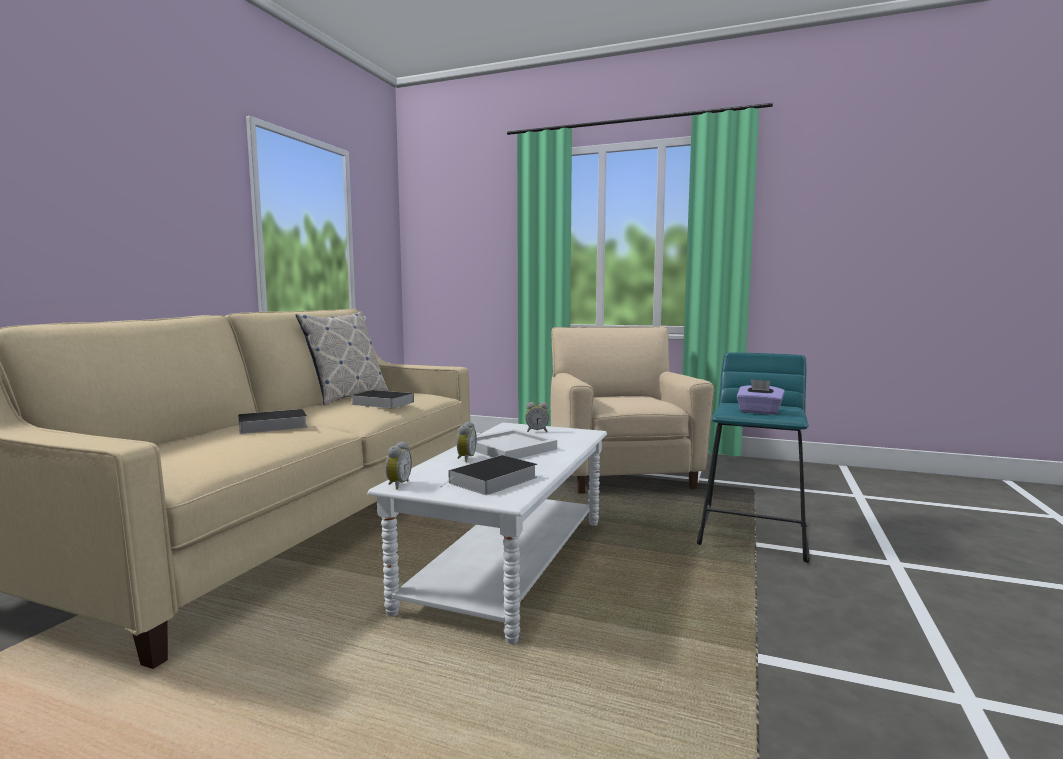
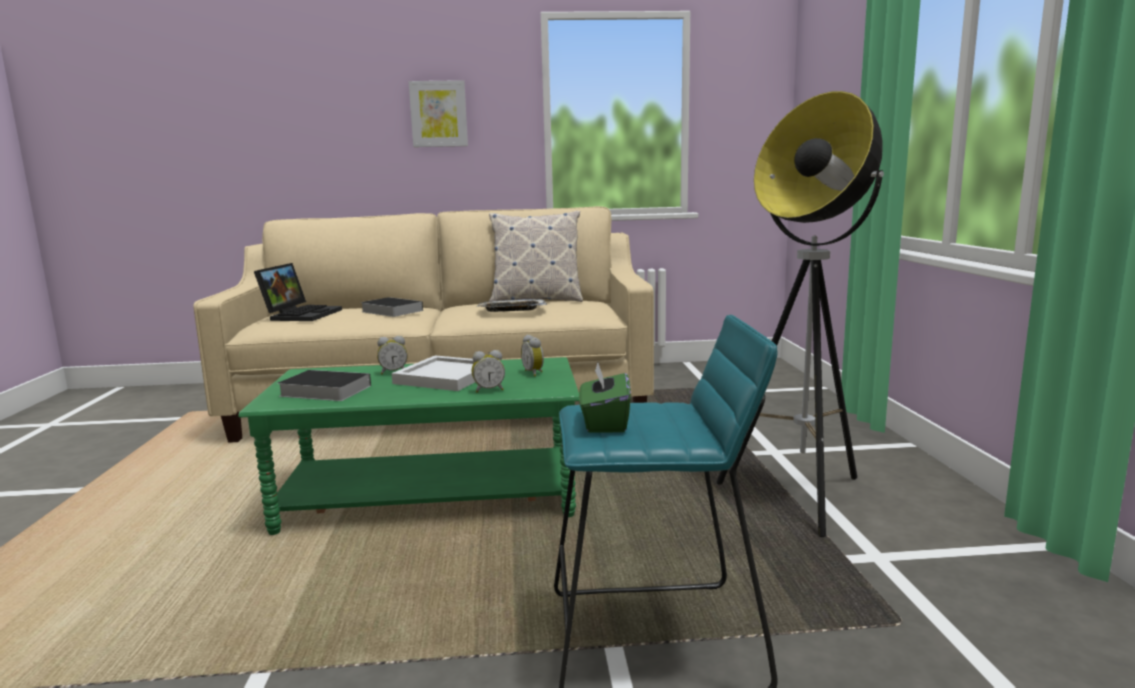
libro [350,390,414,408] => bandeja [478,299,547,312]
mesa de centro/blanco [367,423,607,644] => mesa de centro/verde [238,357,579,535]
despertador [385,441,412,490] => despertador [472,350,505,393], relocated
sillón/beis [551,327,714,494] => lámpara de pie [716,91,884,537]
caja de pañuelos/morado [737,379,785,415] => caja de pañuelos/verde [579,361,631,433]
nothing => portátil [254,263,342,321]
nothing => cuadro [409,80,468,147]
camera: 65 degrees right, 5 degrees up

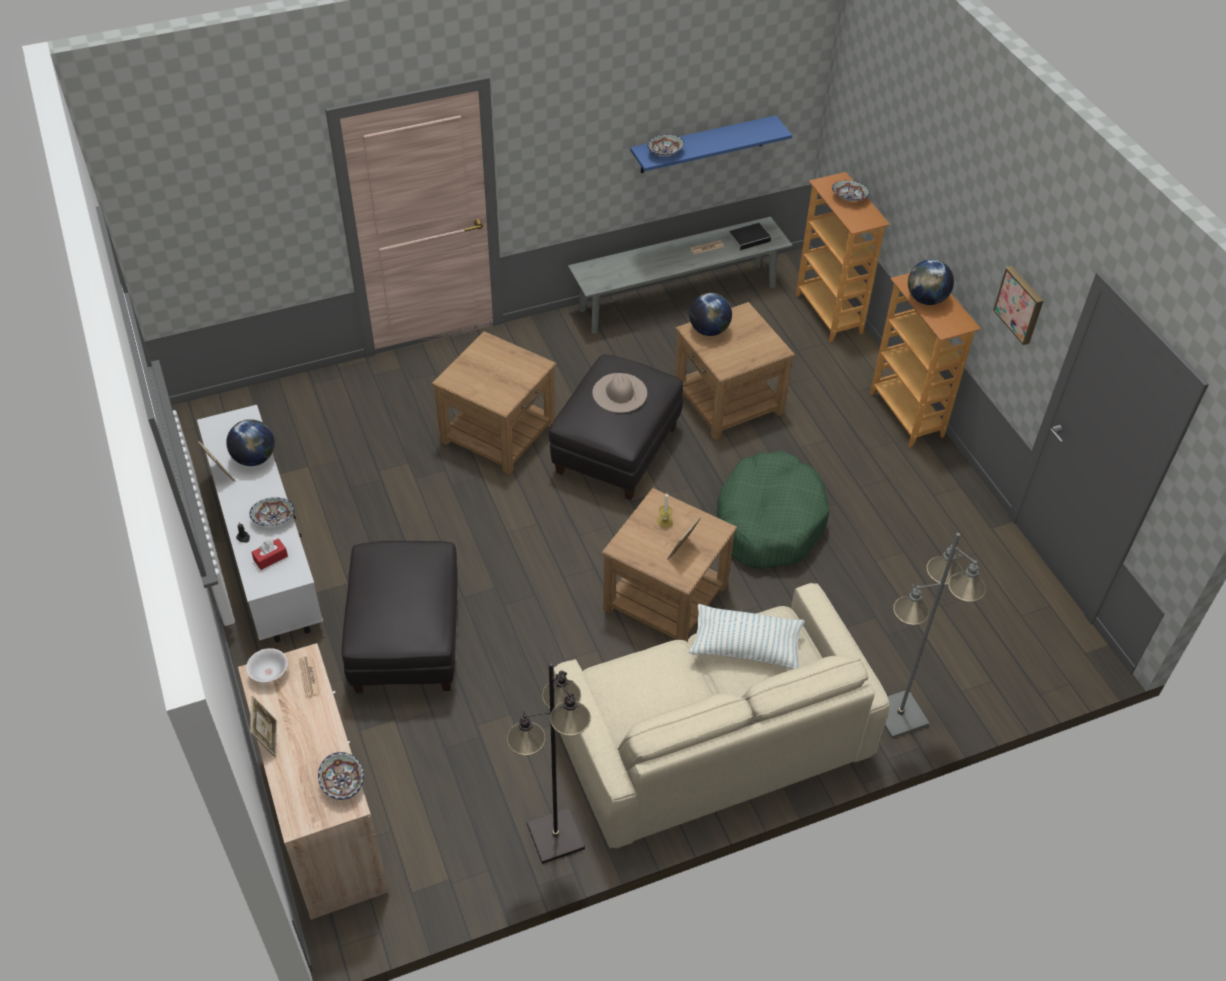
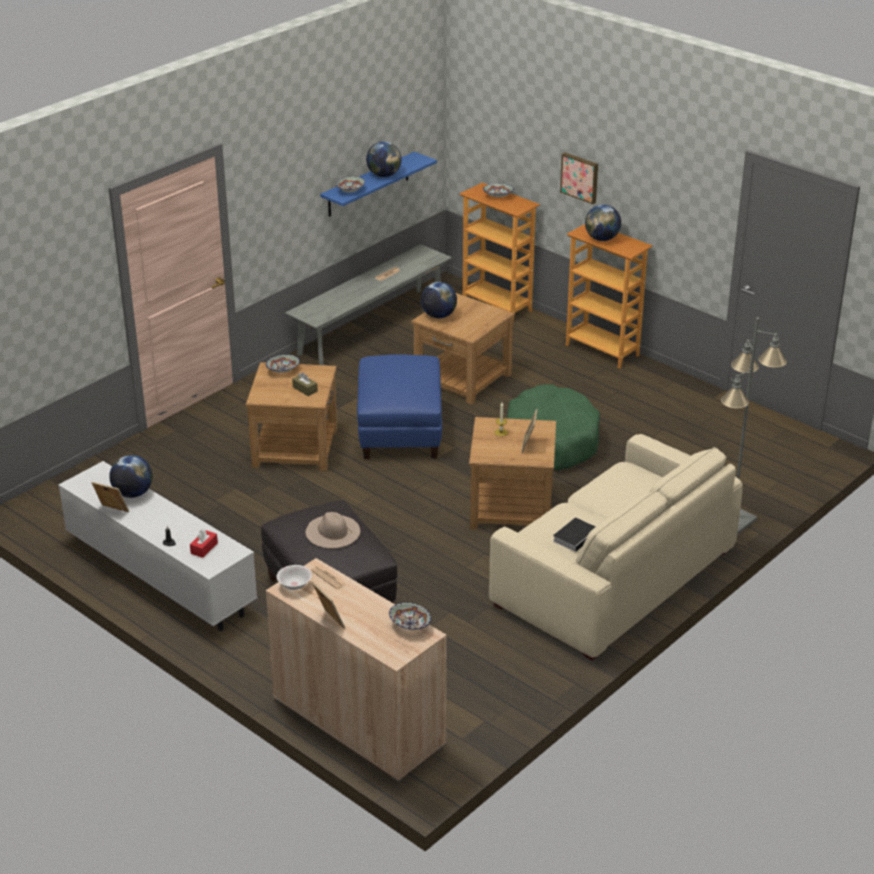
cuenco [249,498,294,526] => cuenco [266,354,300,373], relocated
lámpara de pie/negro [507,663,591,864] => nothing
puf/negro [549,354,683,500] => puf/azul [357,355,442,459]
sombrero/beis [592,373,647,413] => sombrero/beis [306,512,360,548], relocated
cojín [689,604,805,669] => nothing
libro [729,223,775,250] => libro [553,518,596,552], relocated
cuadro [993,266,1043,345] => cuadro [560,153,598,204], relocated
nothing => caja de pañuelos/marrón [292,372,318,396]
nothing => globo terráqueo [366,141,401,177]
camera: 25 degrees left, 15 degrees down

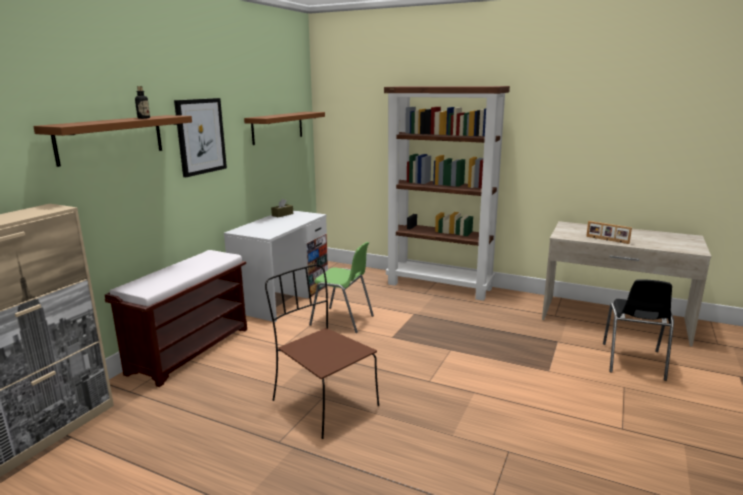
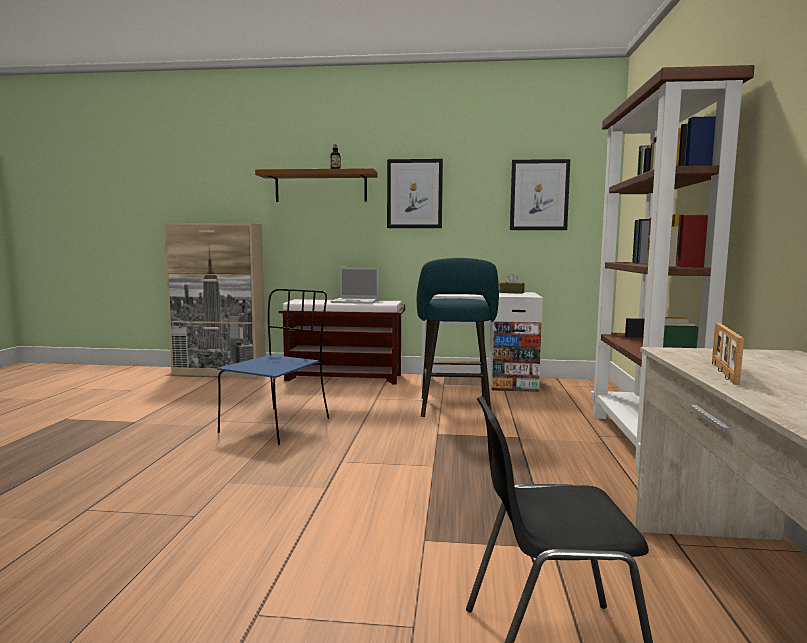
estante/marrón [244,112,325,145] => cuadro [510,159,570,230]
silla/marrón [265,264,379,439] => silla/azul [217,289,329,445]
silla/verde [309,242,374,333] => taburete/turquesa [417,258,499,417]
nothing => portátil [330,267,380,304]
camera: 70 degrees right, 10 degrees down

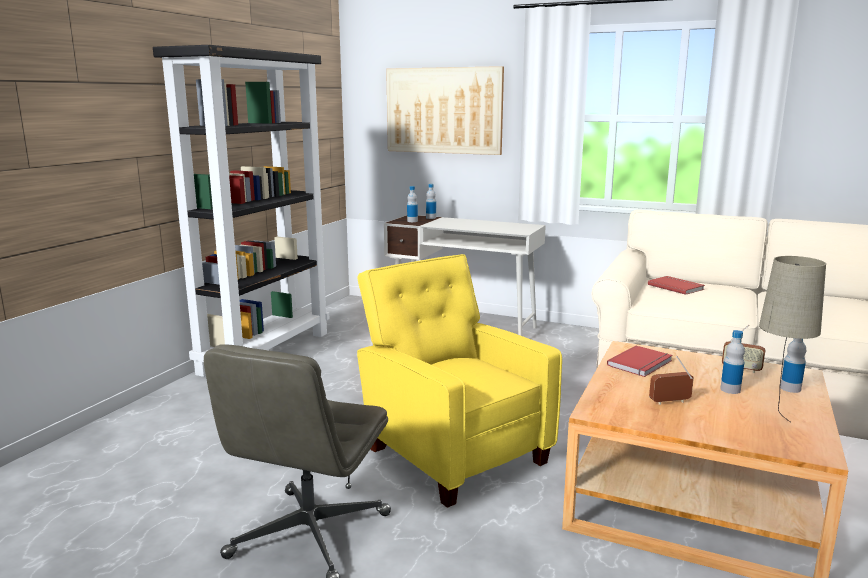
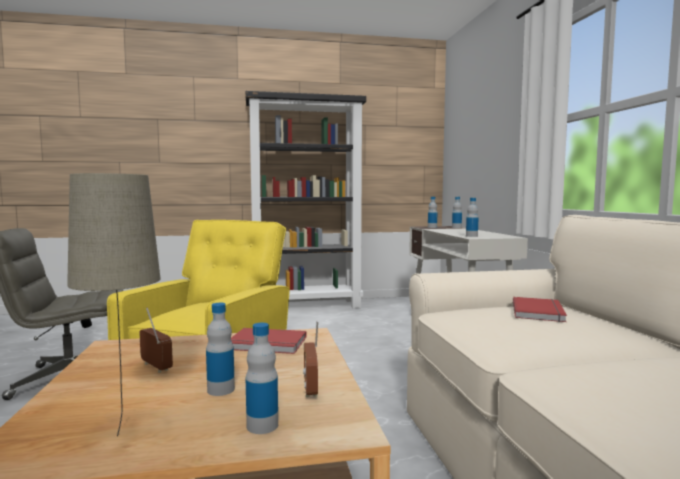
cuadro [386,66,504,155] => nothing
nothing => botella [466,198,479,237]
camera: 55 degrees right, 10 degrees down

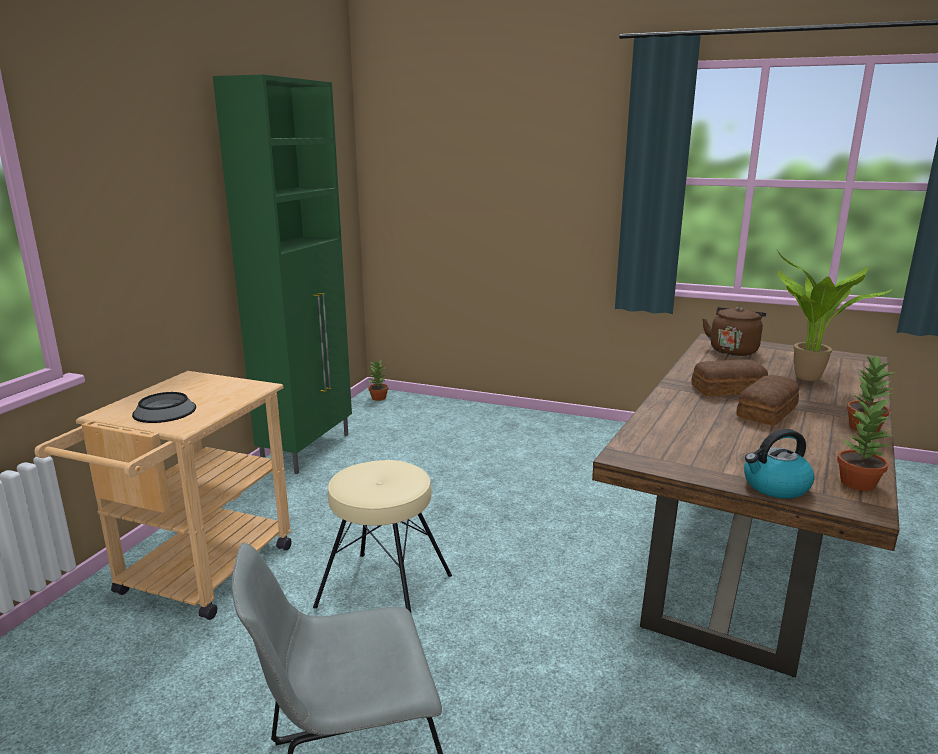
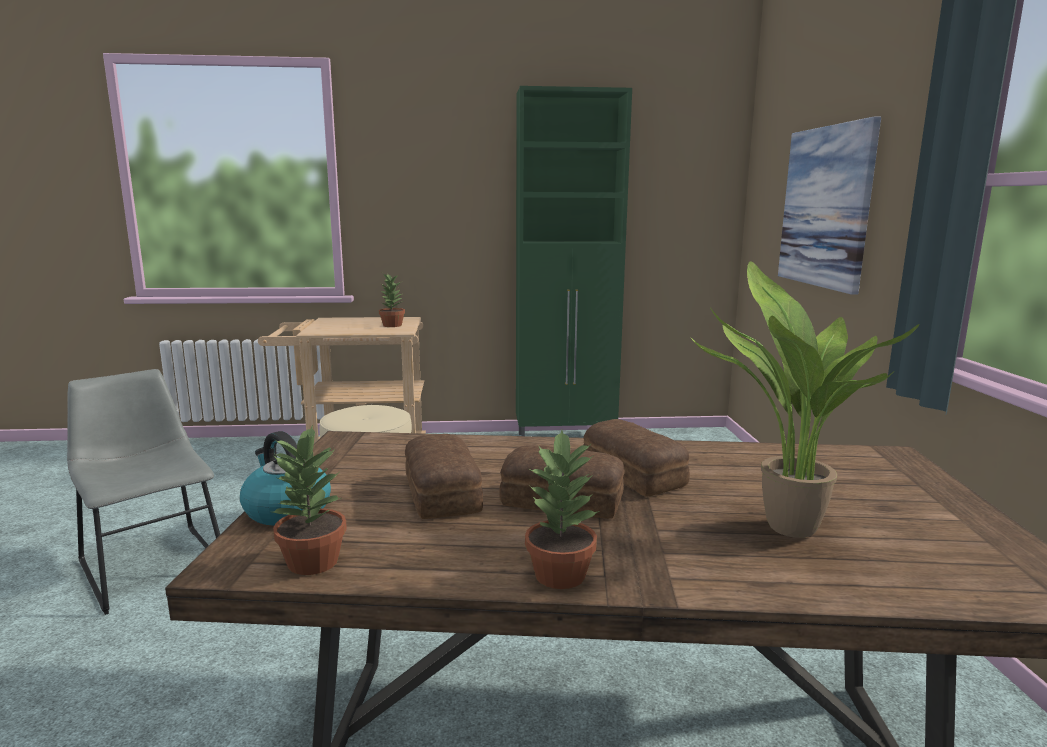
cuenco [132,392,196,423] => nothing
planta en maceta [369,360,388,401] => planta en maceta [379,273,405,327], relocated
hervidor/marrón [702,307,766,356] => nothing
nothing => pan [405,434,483,519]
nothing => cuadro [778,116,881,295]
camera: 65 degrees right, 5 degrees down

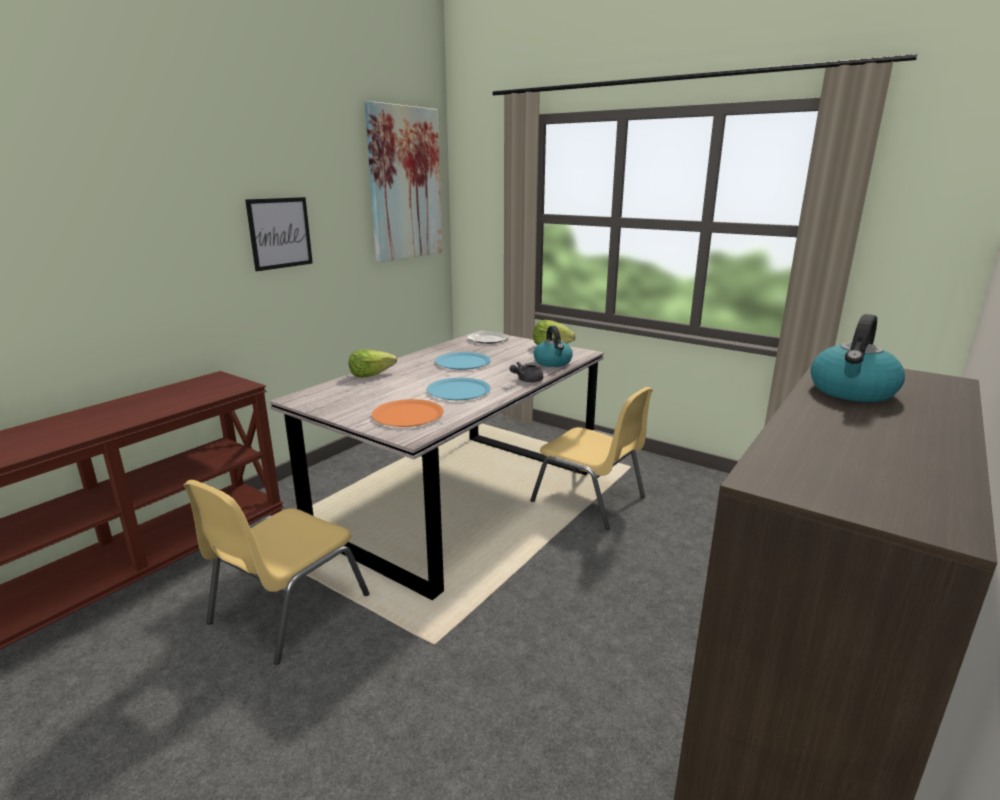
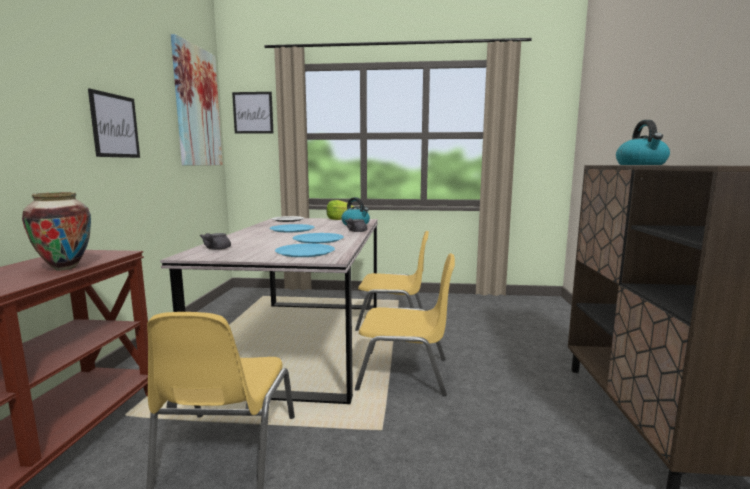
lechuga [349,350,397,378] => nothing
plato/naranja [372,399,443,427] => plato/azul [275,244,335,257]
nothing => florero [22,192,91,271]
nothing => tetera/gris [200,233,231,250]
nothing => cuadro [232,92,273,134]
nothing => silla/amarillo [355,253,455,396]
camera: 30 degrees left, 10 degrees down

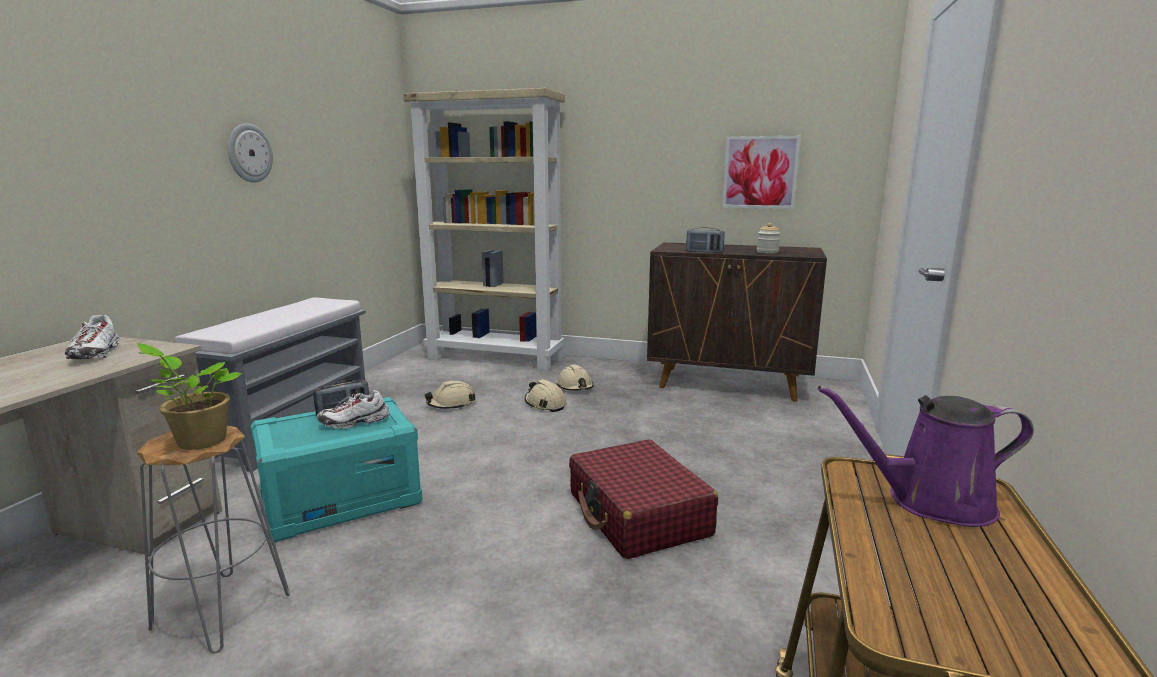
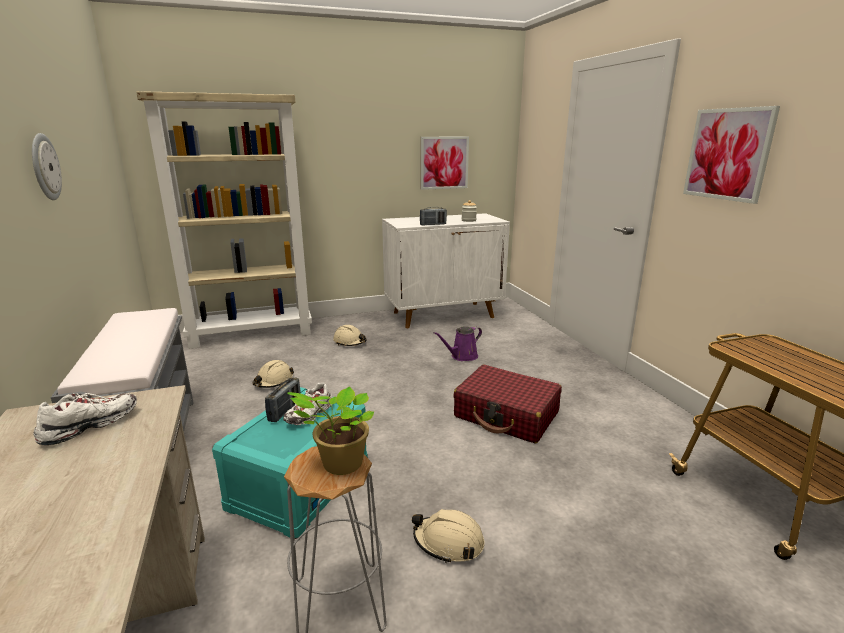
zapato/blanco [65,315,119,359] => zapato/blanco [33,393,137,445], 90 degrees counterclockwise
casco/beis [525,379,567,412] => casco/beis [412,509,484,563], relocated
armario/marrón [647,242,827,402] => armario/blanco [382,213,510,328]
regadera/morado [818,386,1034,527] => regadera/morado [434,326,482,361], relocated
nothing => cuadro [683,106,780,204]
camera: 35 degrees left, 5 degrees up

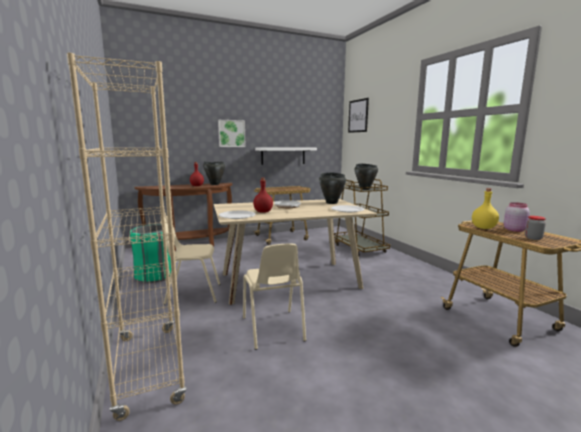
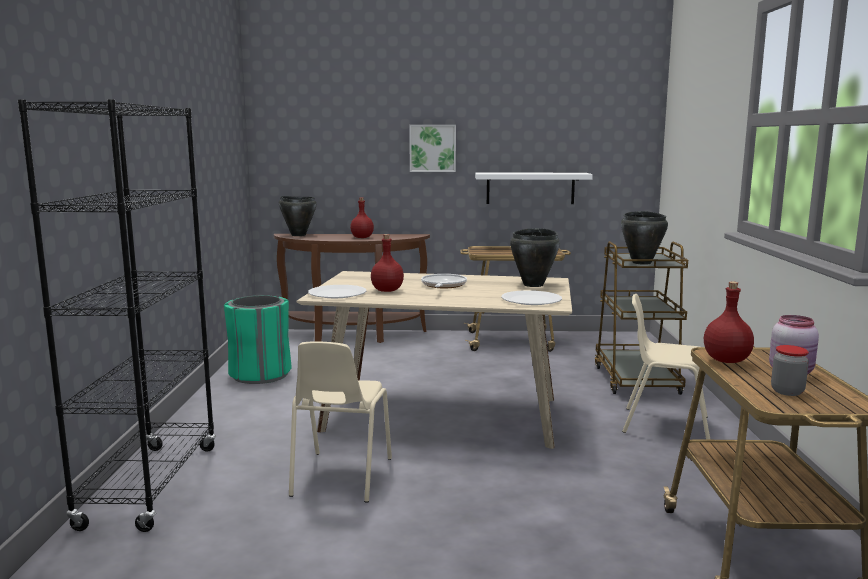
estantería/beis [67,53,187,421] => estantería/negro [18,99,217,532]
silla/beis [160,218,220,305] => silla/beis [622,294,710,440], relocated
olla/negro [203,162,225,185] => olla/negro [279,196,316,236], relocated
cuadro [348,98,369,133] => nothing
botella/amarillo [472,188,499,229] => botella/rojo [704,281,754,363]
camera: 25 degrees right, 0 degrees up

